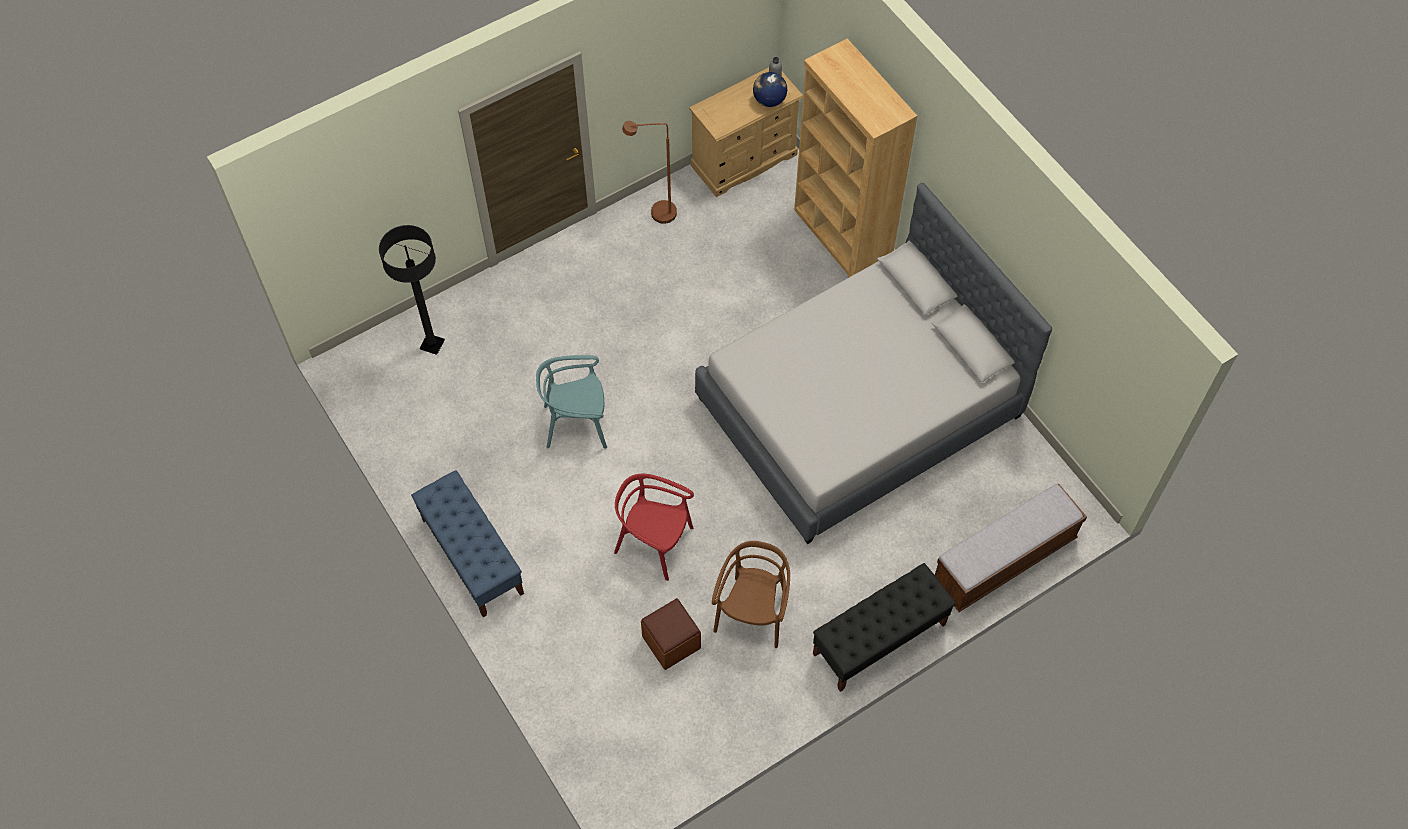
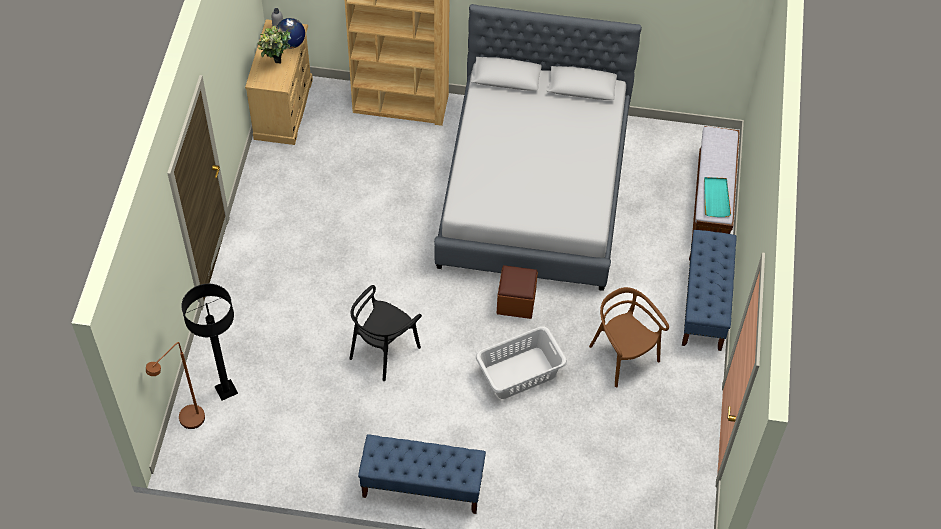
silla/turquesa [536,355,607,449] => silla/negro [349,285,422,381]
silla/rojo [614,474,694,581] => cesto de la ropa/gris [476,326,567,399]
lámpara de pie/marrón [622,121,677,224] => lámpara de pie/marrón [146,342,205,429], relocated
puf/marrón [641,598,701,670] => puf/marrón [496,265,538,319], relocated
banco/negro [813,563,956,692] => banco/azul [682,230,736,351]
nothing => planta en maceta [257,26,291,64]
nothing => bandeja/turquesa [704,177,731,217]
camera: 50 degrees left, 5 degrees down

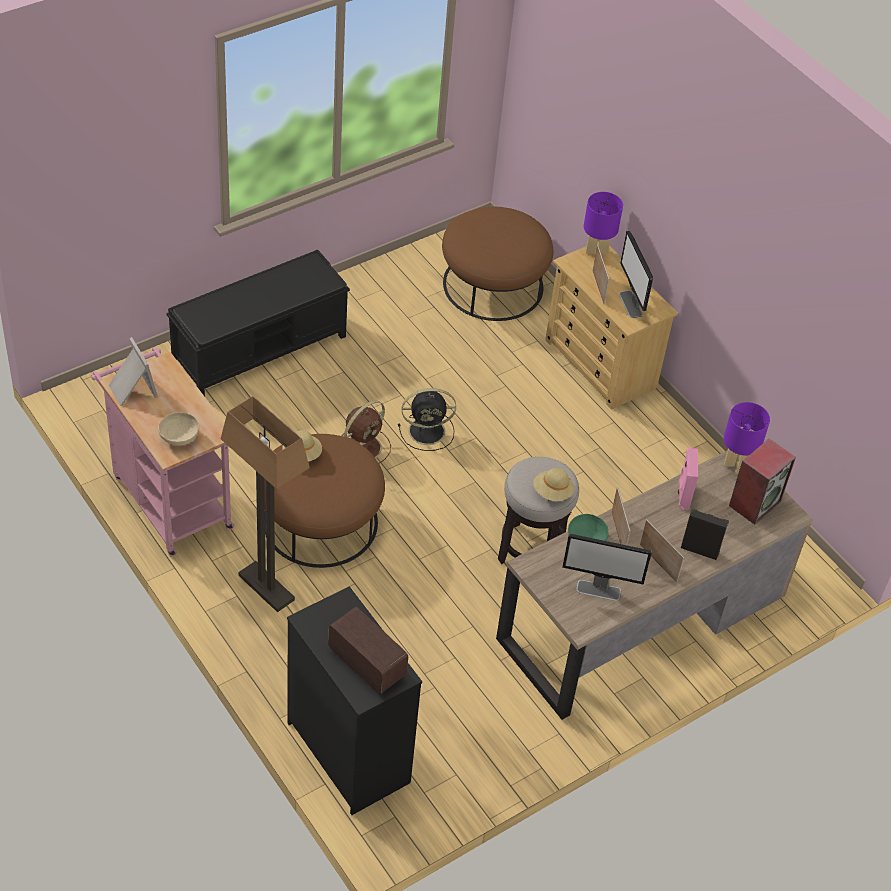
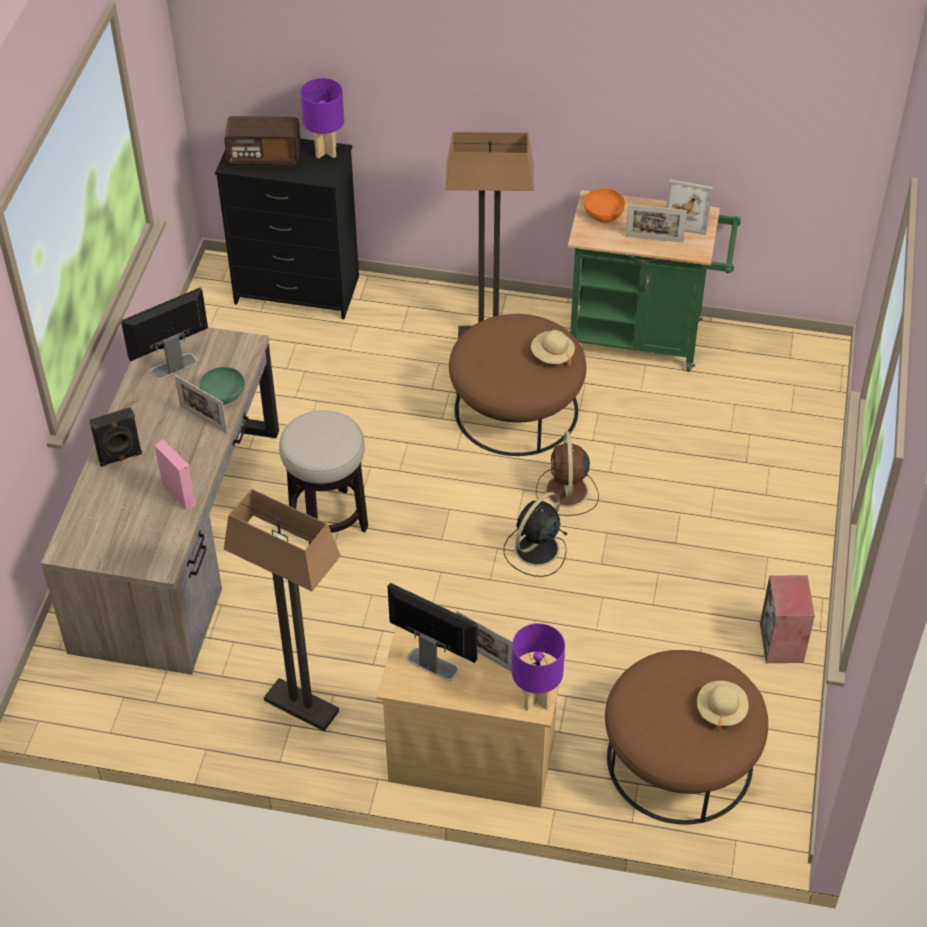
carrito/rosa [91,347,234,556] => carrito/verde [568,190,741,372]
cuenco/beis [158,412,199,446] => cuenco/naranja [584,188,625,223]
banco/negro [167,250,350,396] => nothing
sombrero/beis [533,468,575,501] => sombrero/beis [697,681,749,732], relocated
portarretratos [640,519,684,583] => portarretratos [625,204,687,243], relocated
lámpara de mesa/morado [724,402,770,474] => lámpara de mesa/morado [301,78,344,159], relocated
altavoz [729,439,796,525] => altavoz [760,575,815,663], relocated
nothing => lámpara de pie [224,489,341,731]
camera: 140 degrees right, 0 degrees up

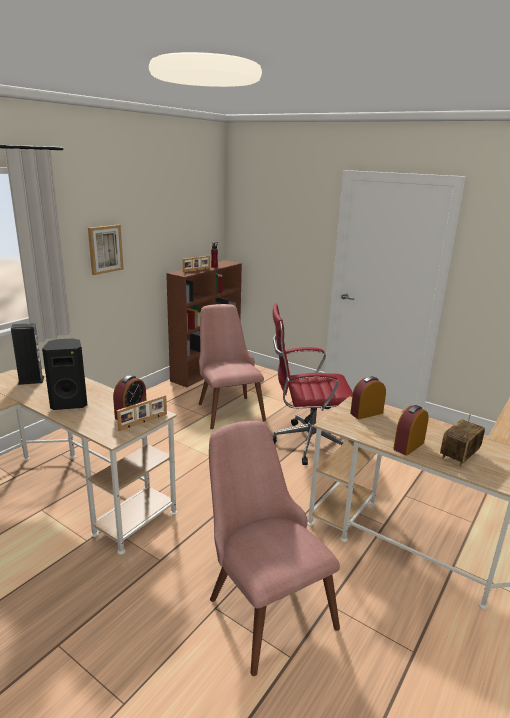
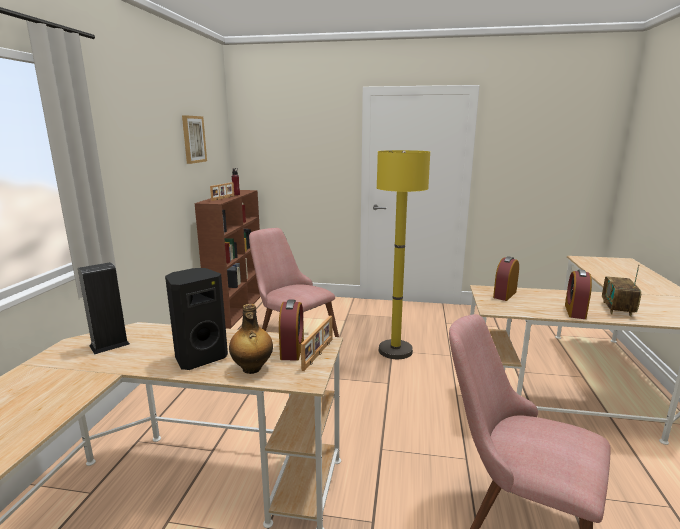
cuadro [88,225,123,275] => cuadro [182,115,207,164], relocated
silla de oficina/rojo [272,303,353,465] => lámpara de pie/amarillo [377,150,430,359]
nothing => botella [229,304,273,374]
camera: 25 degrees left, 5 degrees down

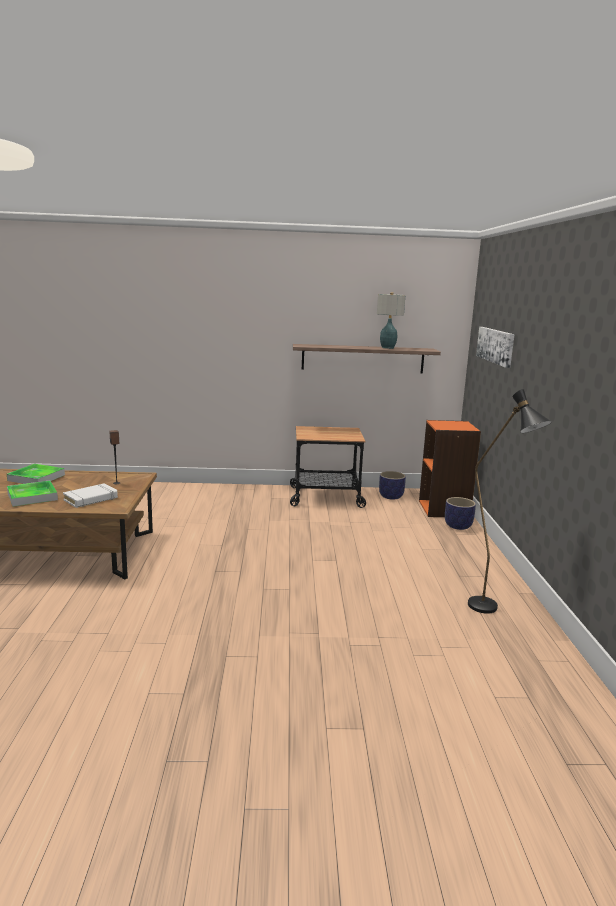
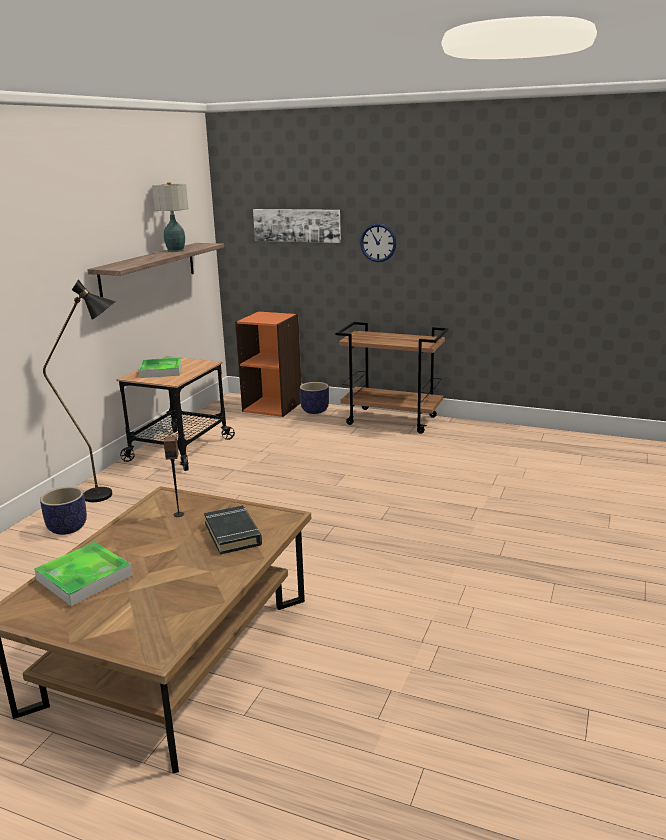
bandeja [7,480,58,507] => bandeja [139,357,182,378], relocated
libro/blanco [63,483,118,508] => libro/negro [204,506,262,554]
maceta [379,471,406,500] => maceta [40,487,87,535], relocated
lámpara de pie/negro [468,389,552,614] => lámpara de pie/negro [43,279,116,502], relocated
nothing => carrito/marrón [335,322,448,434]
nothing => reloj de pared [360,224,397,262]
camera: 65 degrees left, 5 degrees up

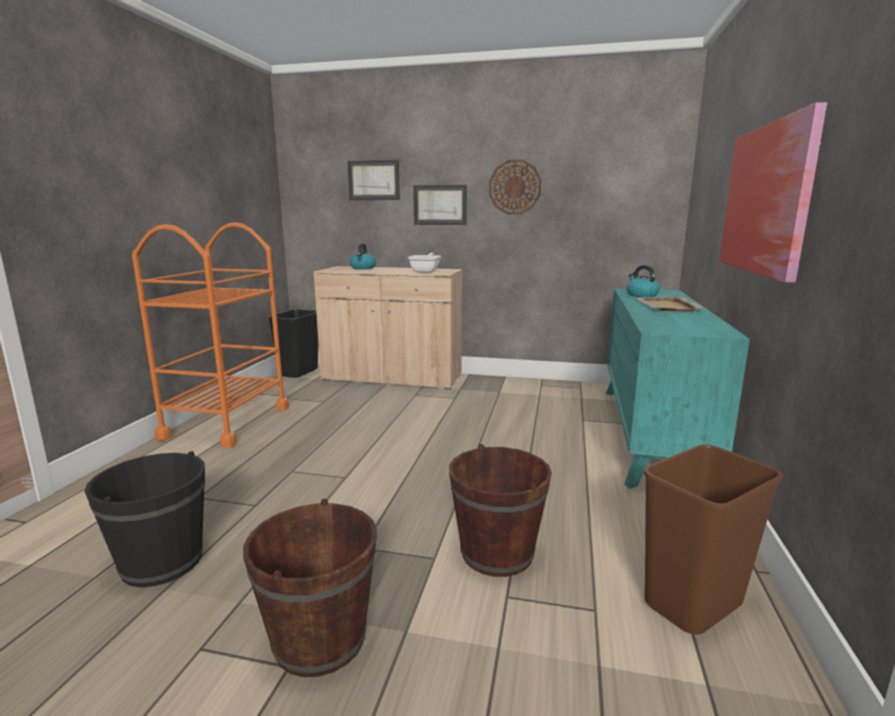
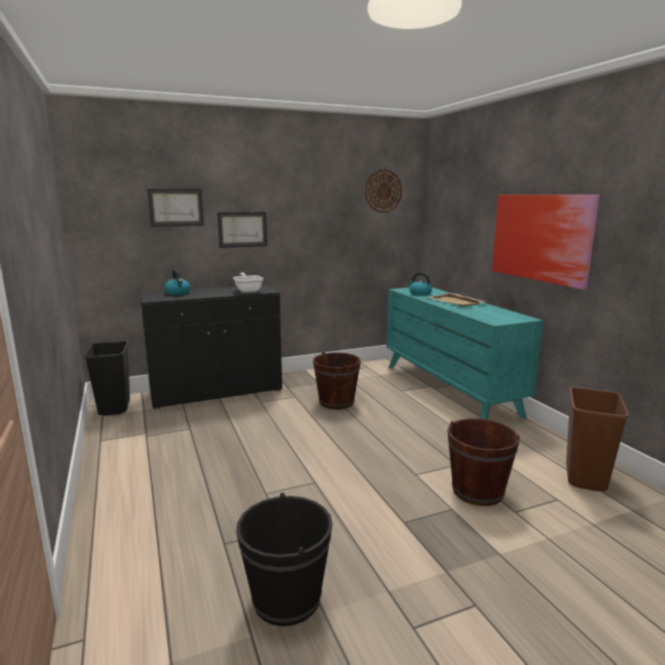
carrito/naranja [132,222,289,448] => nothing
cubo/marrón [243,498,377,677] => cubo/marrón [313,352,361,409], relocated
armario/beis [314,266,462,390] => armario/negro [140,284,282,410]
reloj de pared [489,160,542,214] => reloj de pared [365,170,402,213], relocated
camera: 35 degrees left, 0 degrees up

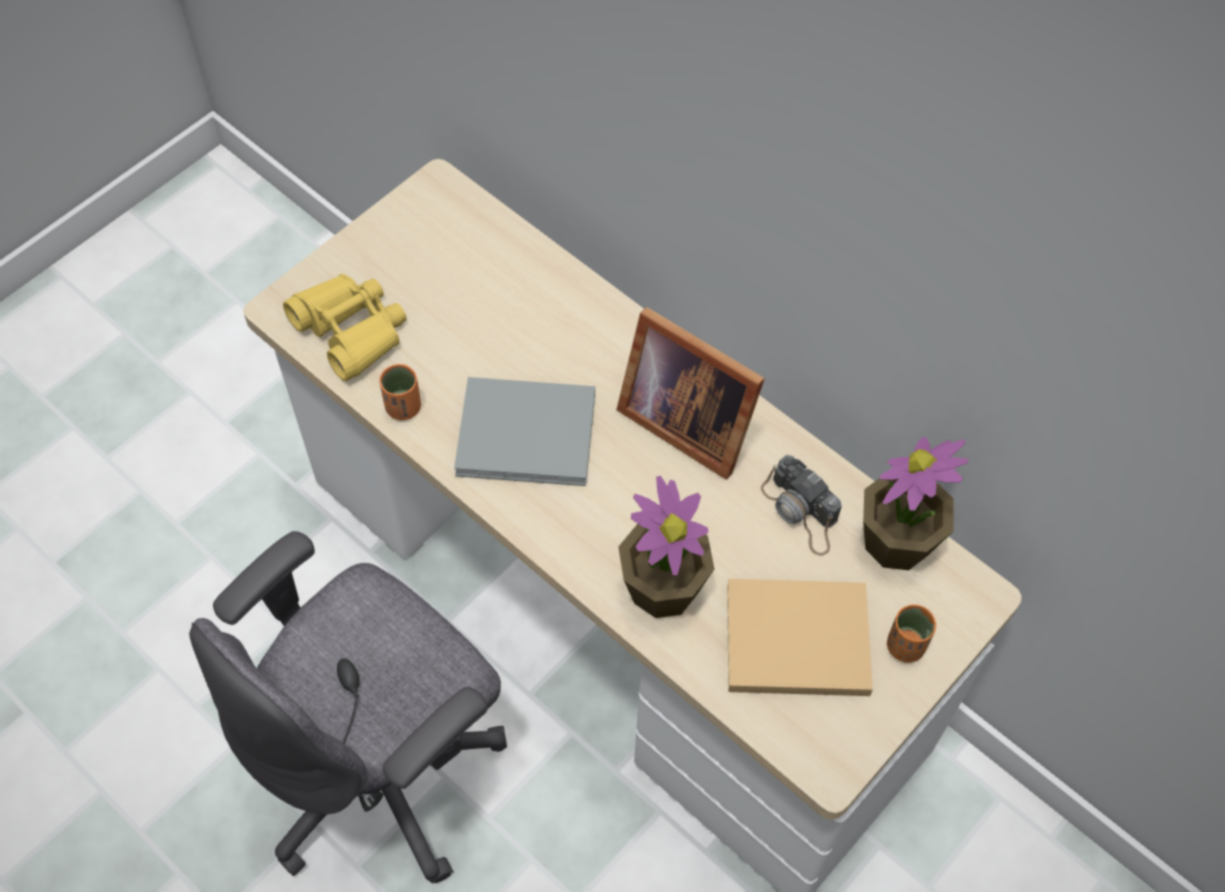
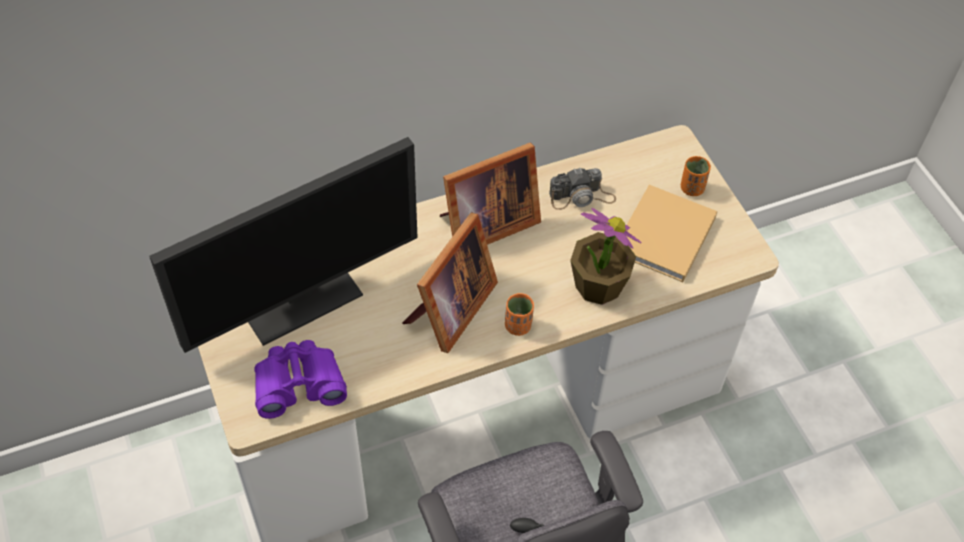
prismáticos/amarillo [283,274,407,381] => prismáticos/morado [254,340,347,419]
taza/naranja [380,364,421,420] => taza/naranja [505,293,534,336], relocated
libro/gris [454,377,595,486] => portarretratos [402,212,498,353]
planta en maceta [863,436,969,570] => nothing
nothing => monitor [149,137,418,353]
camera: 65 degrees left, 5 degrees down

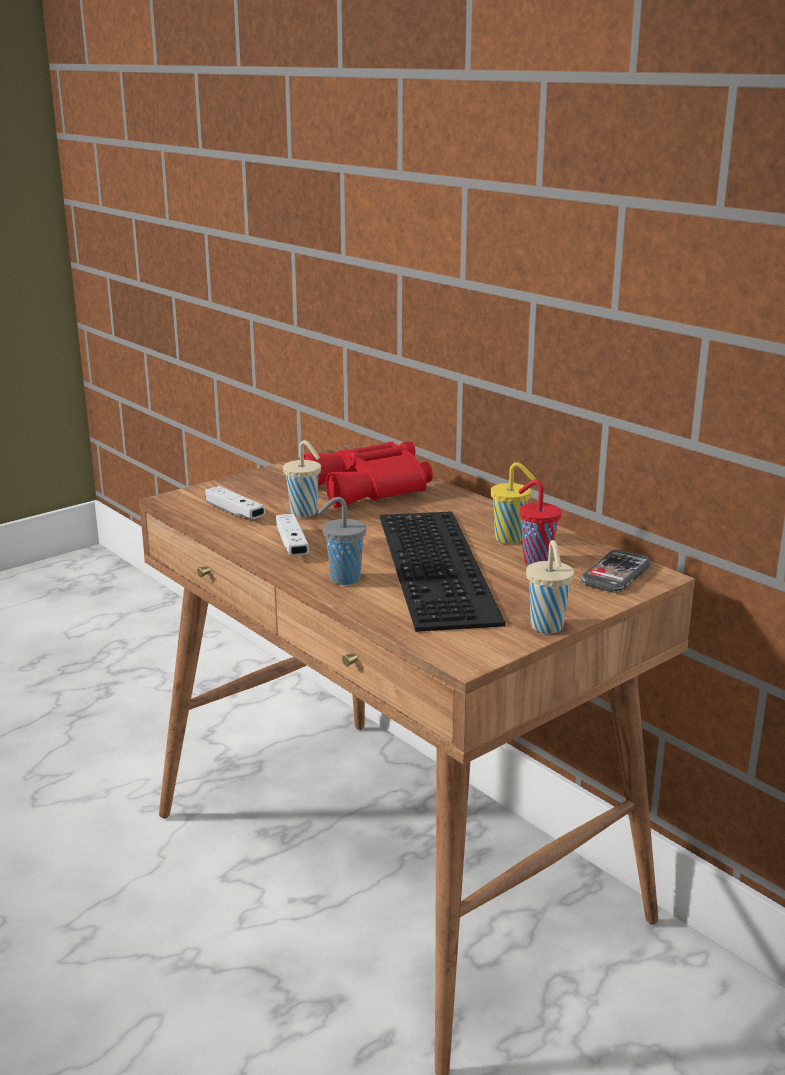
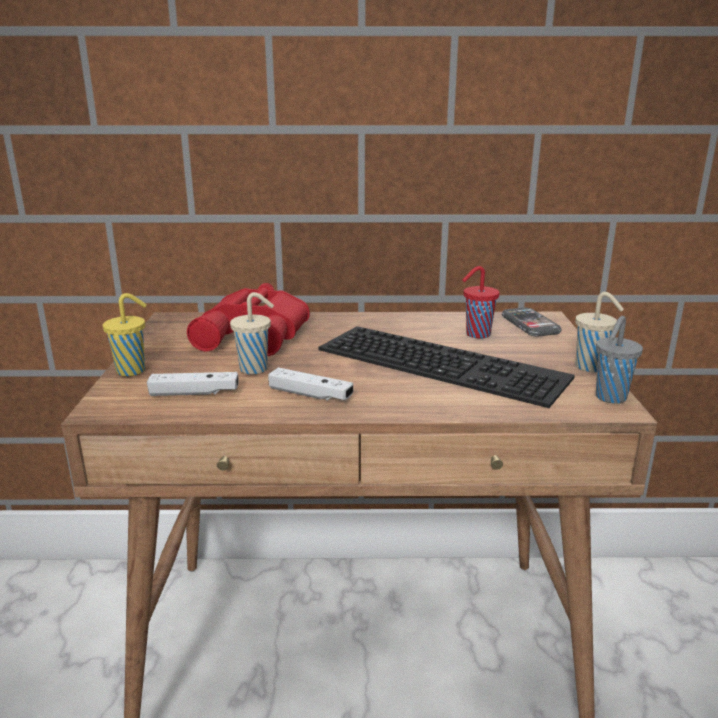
taza/gris [318,497,366,585] => taza/gris [596,316,643,403], relocated
taza/amarillo [491,462,536,544] => taza/amarillo [103,293,147,376], relocated
camera: 50 degrees left, 0 degrees up

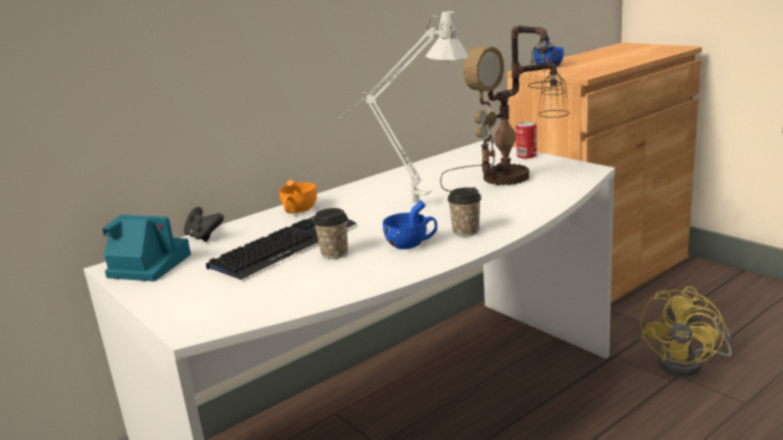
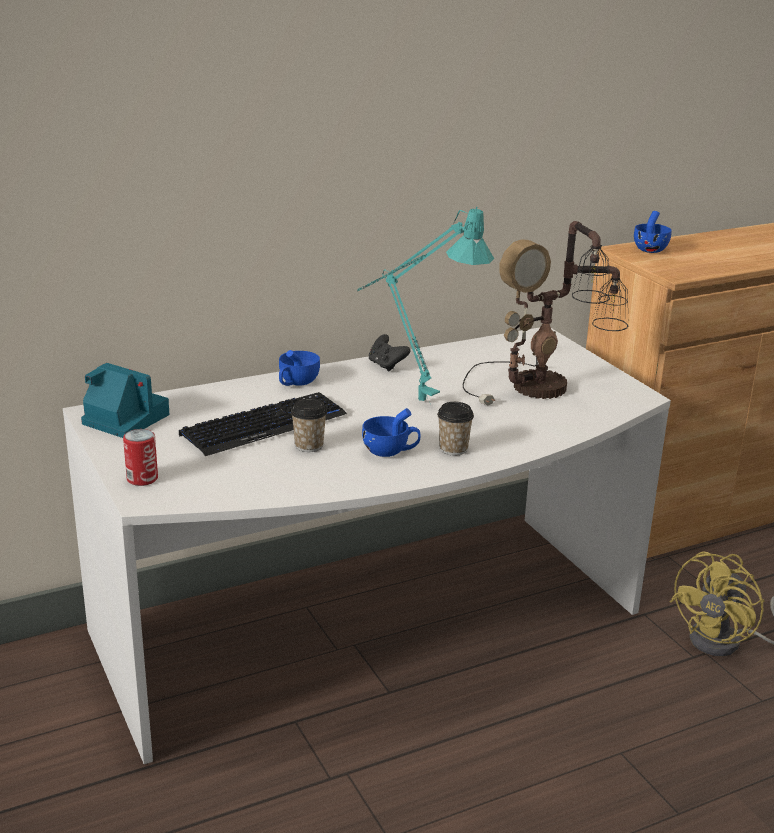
mando de consola/negro [184,207,224,242] => mando de consola/negro [369,334,411,372], relocated
taza/naranja [279,180,317,213] => taza/azul [279,350,320,386]
lámpara de mesa/gris [338,8,469,203] => lámpara de mesa/turquesa [357,207,494,401]
lata [516,122,537,159] => lata [123,429,158,486], relocated
camera: 10 degrees right, 5 degrees up

